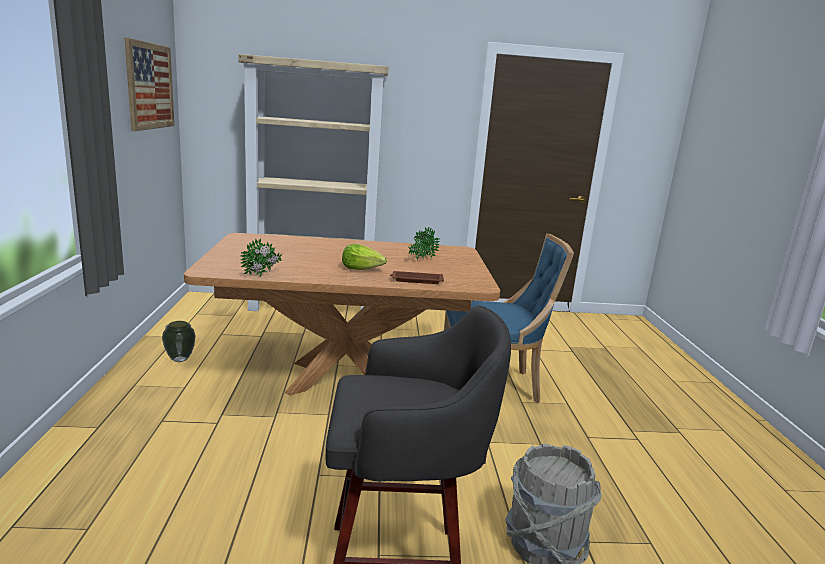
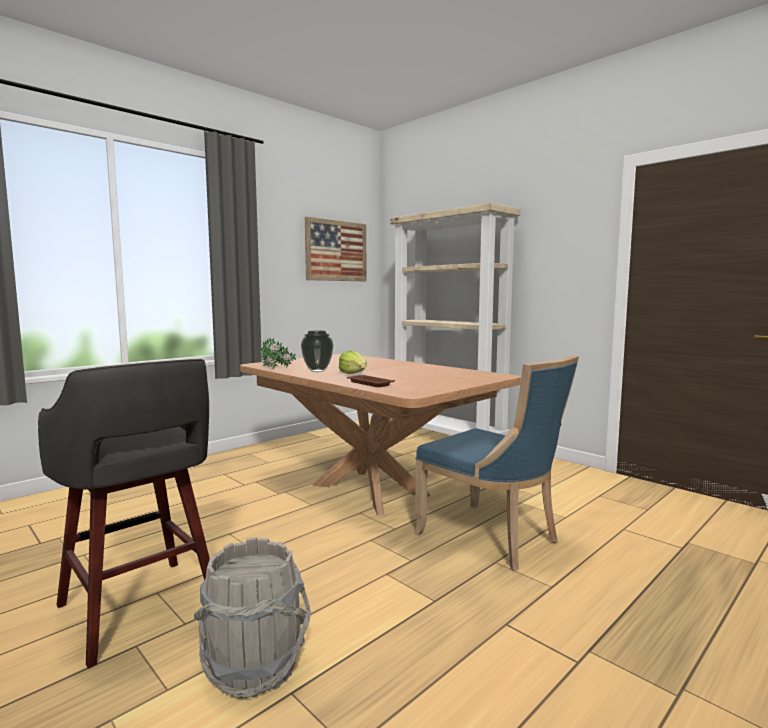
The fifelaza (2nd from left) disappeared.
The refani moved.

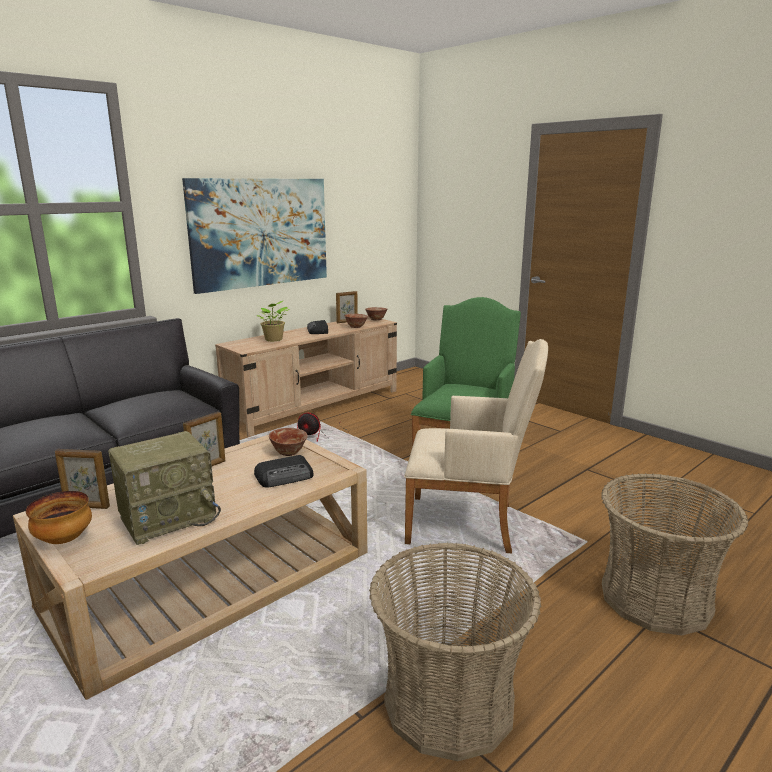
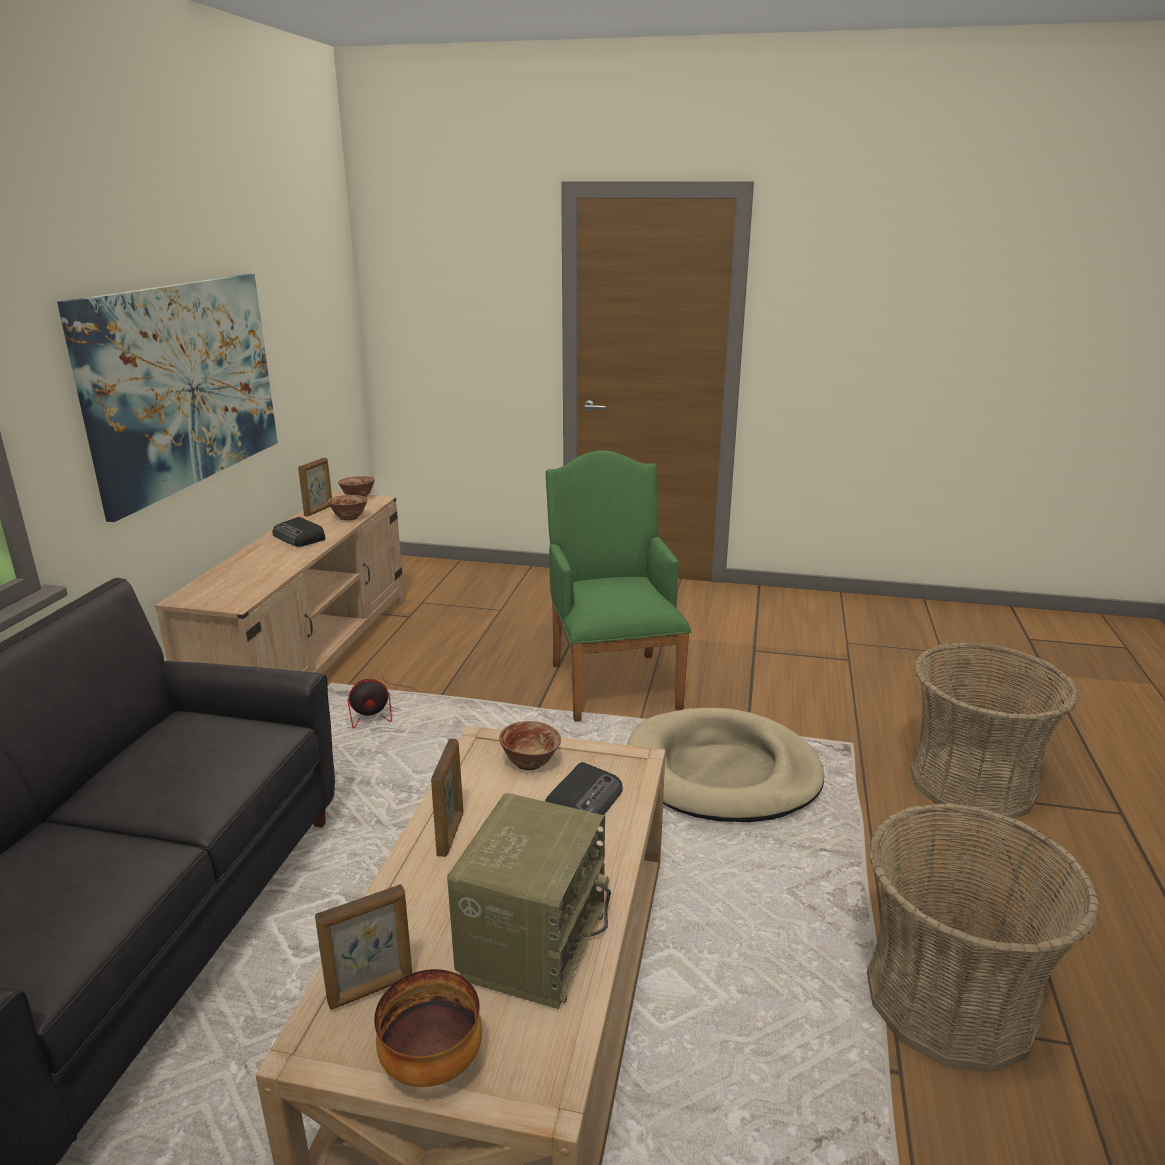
The fifelaza disappeared.
The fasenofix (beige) was replaced by the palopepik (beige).

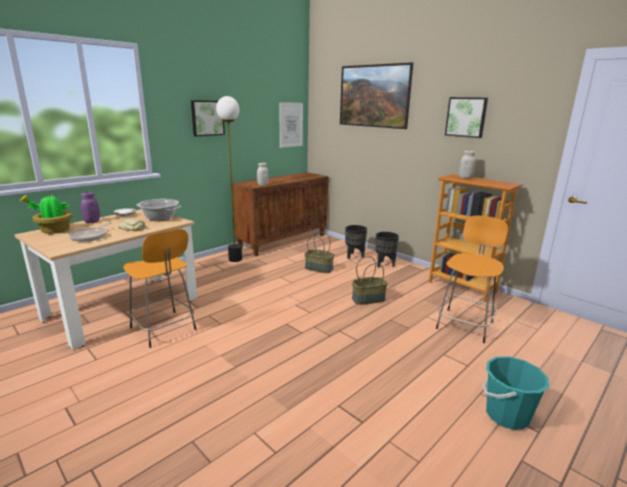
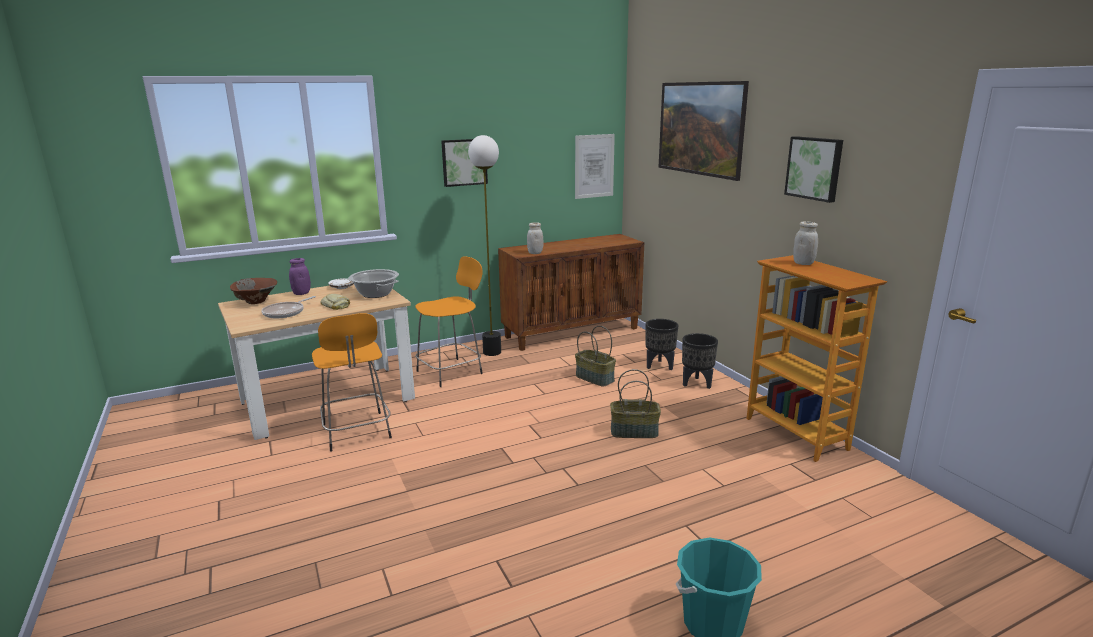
The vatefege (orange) (2nd from left) moved.
The fifelaza was replaced by the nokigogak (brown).

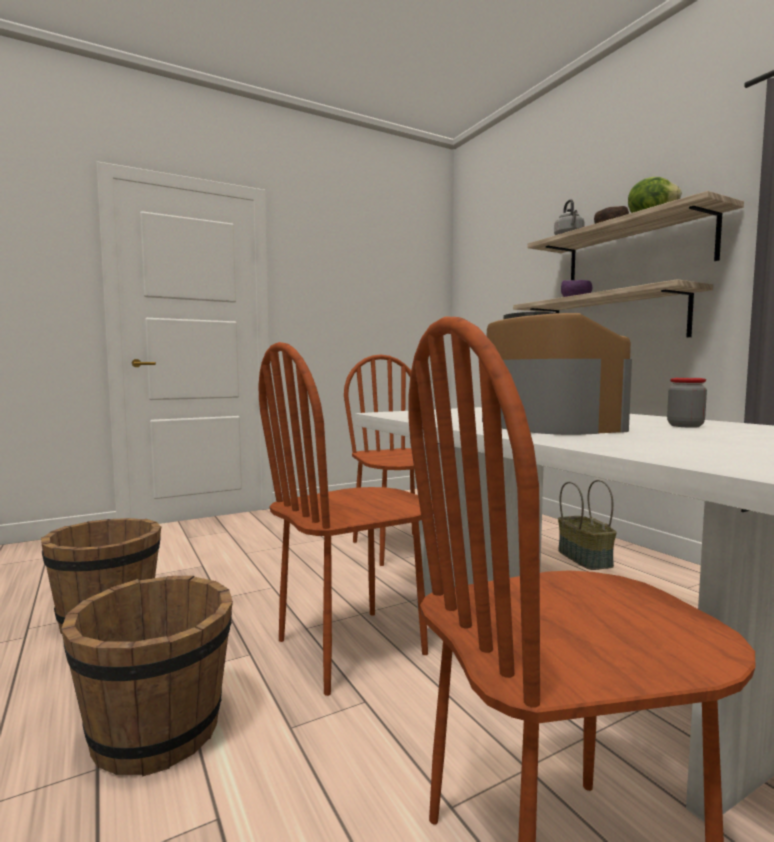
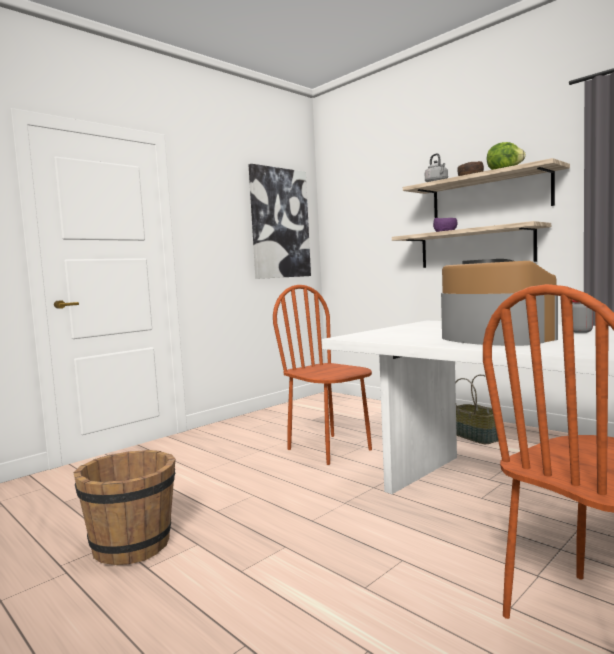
The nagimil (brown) (2nd from left) disappeared.
The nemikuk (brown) (1st from left) disappeared.
The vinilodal appeared.

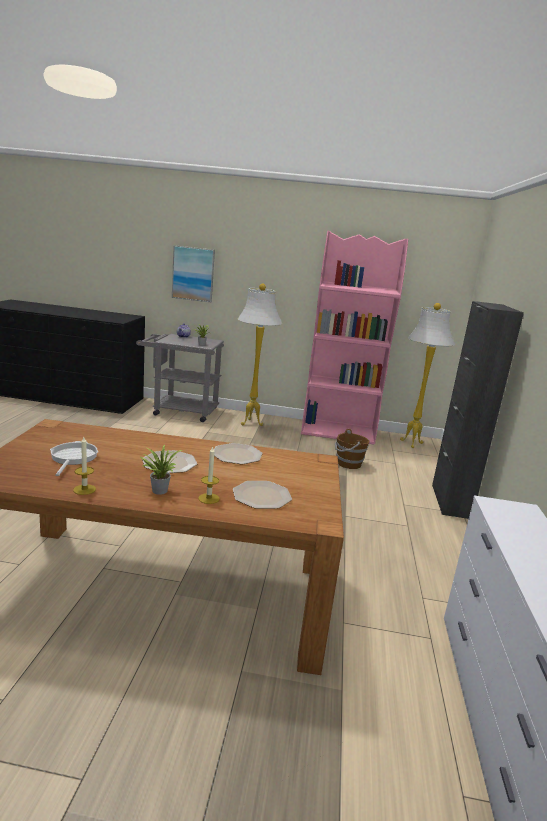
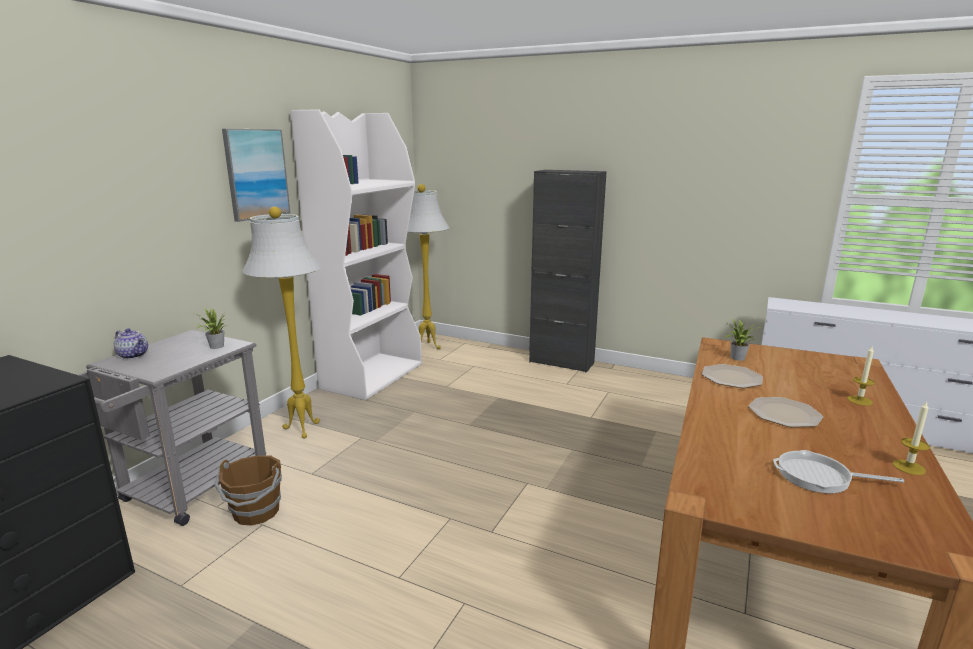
The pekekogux (3rd from left) disappeared.
The fifelaza (1st from left in the first image) moved.
The vinilodal moved.
The nagimil (brown) moved.
The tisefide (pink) became the tisefide (white).

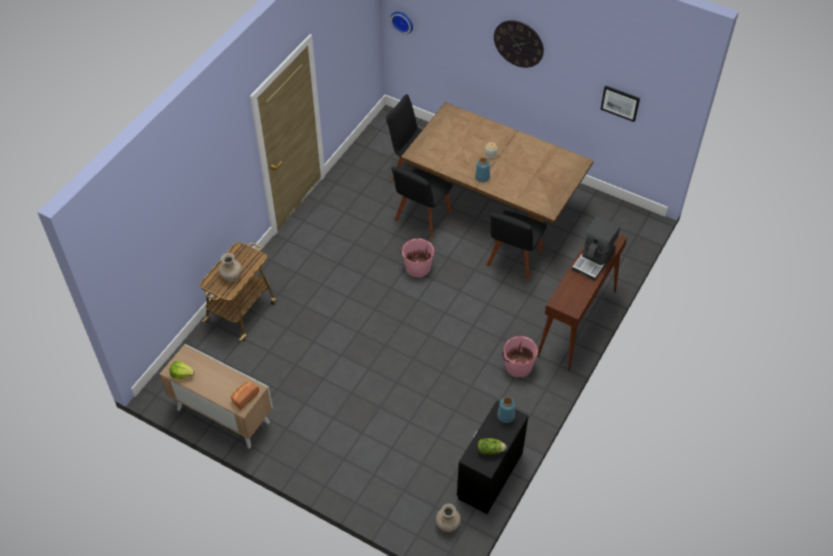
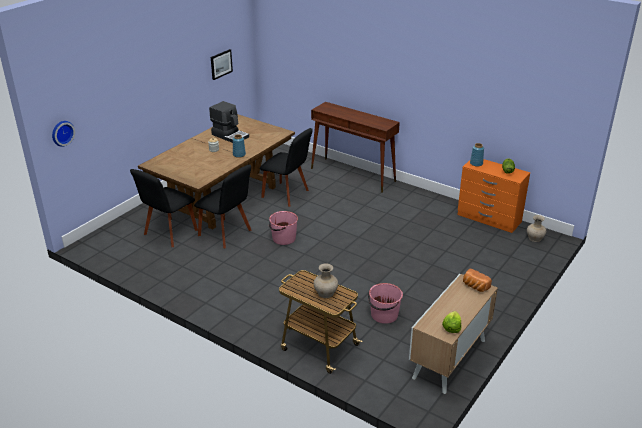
The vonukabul (2nd from left) disappeared.
The nagimil (pink) (2nd from left) moved.
The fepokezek moved.
The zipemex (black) became the zipemex (orange).

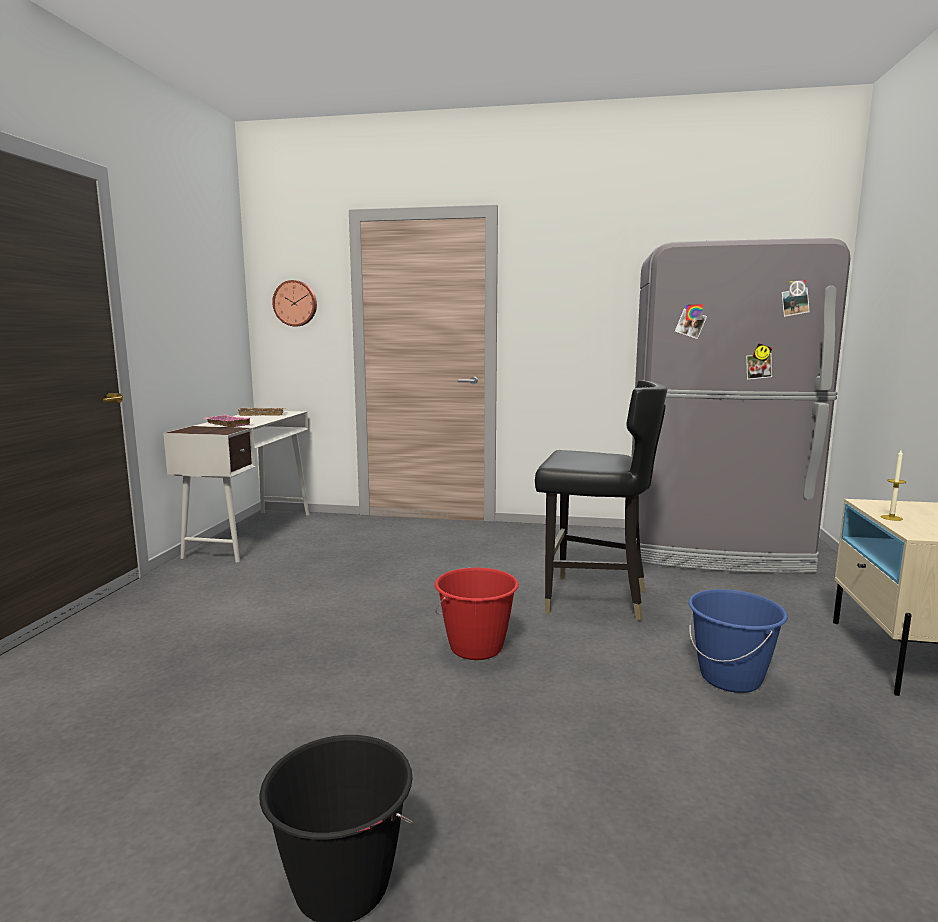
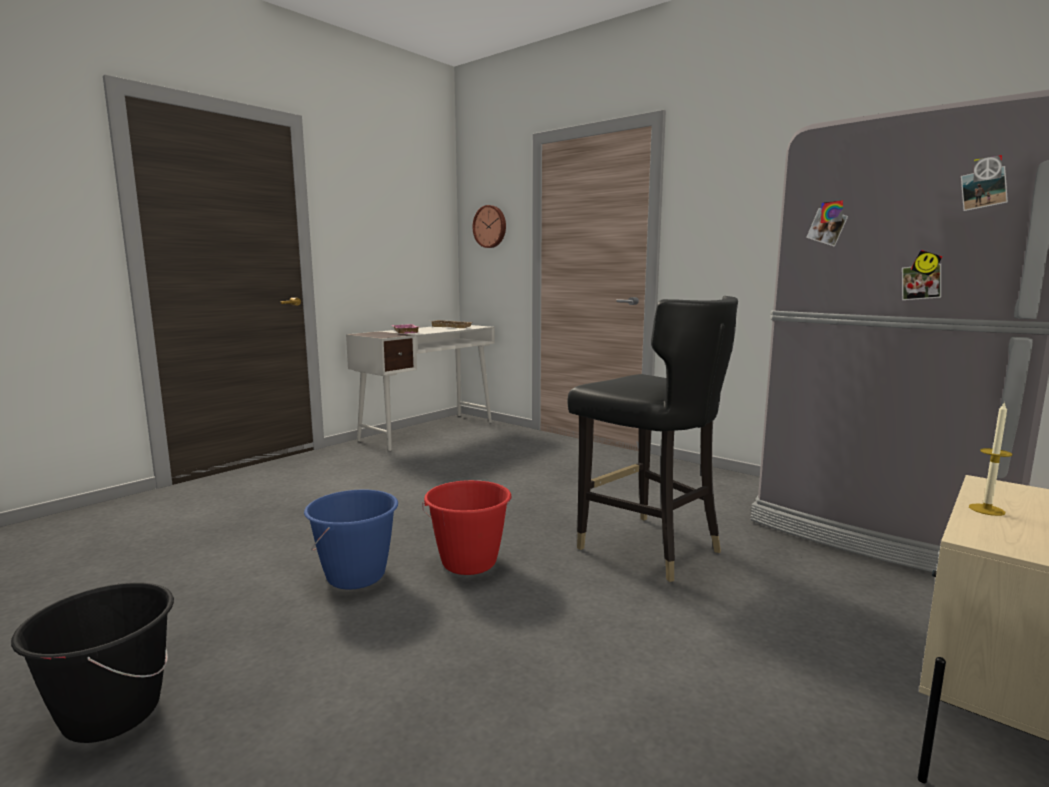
The nagimil (blue) moved.

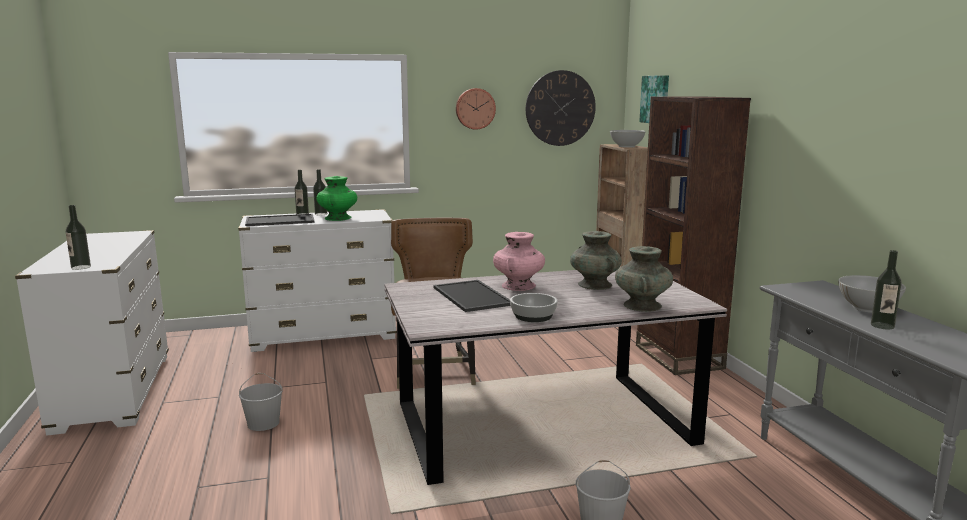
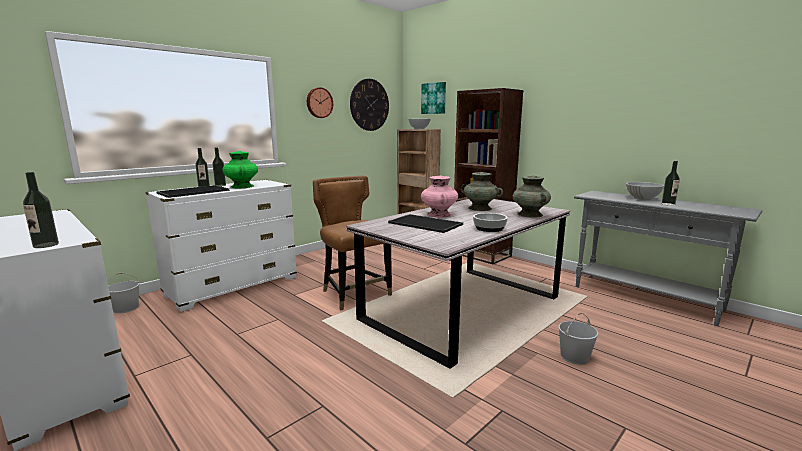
The nagimil (white) (1st from left) moved.

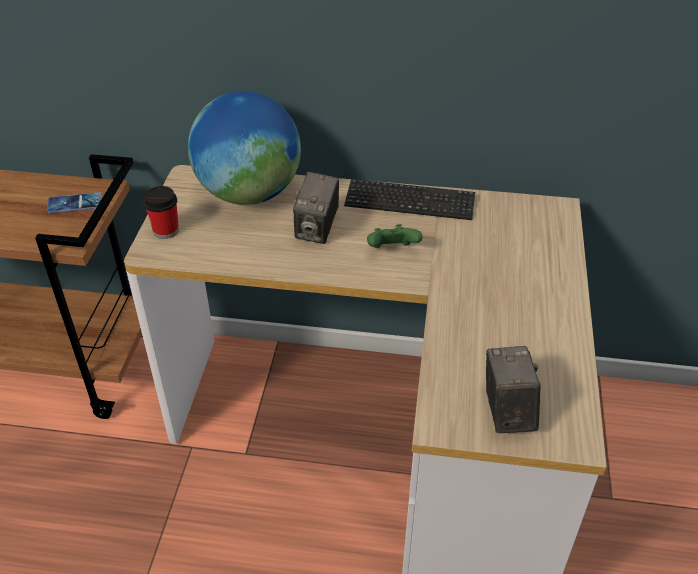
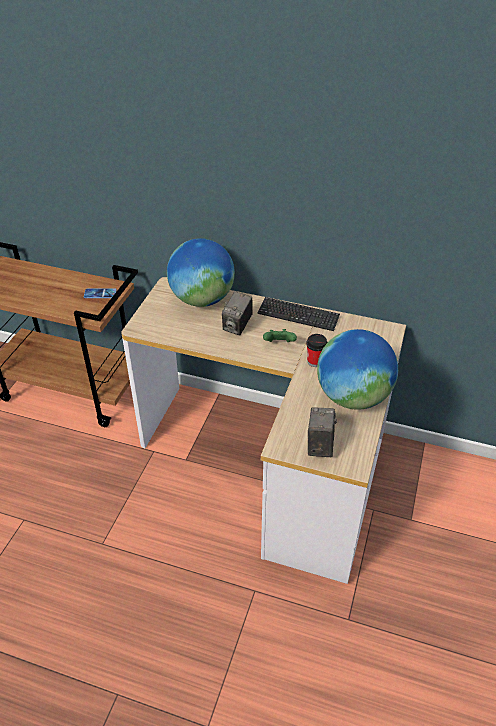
The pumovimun (2nd from left) appeared.
The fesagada moved.

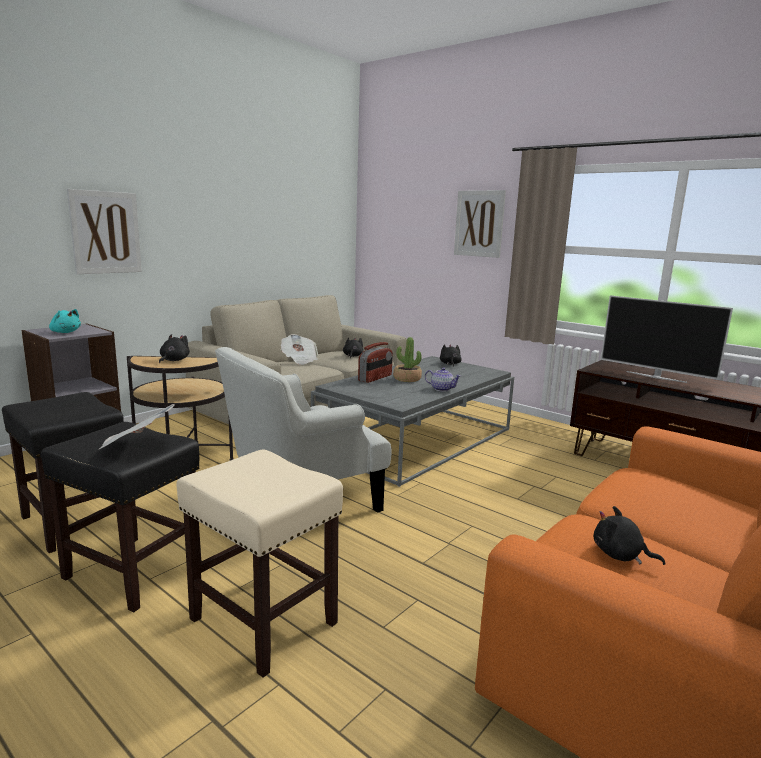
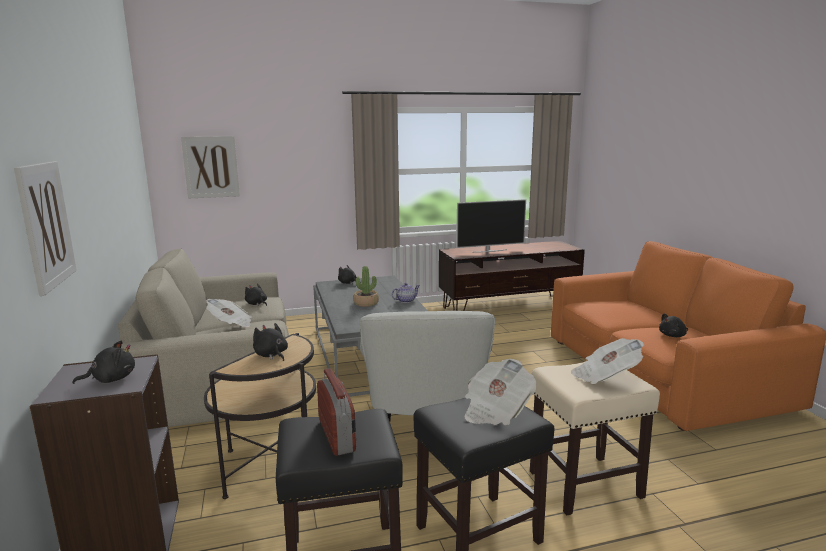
The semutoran (3rd from left) appeared.
The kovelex moved.
The vinilodal (2nd from left) moved.
The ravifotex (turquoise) became the ravifotex (black) (1st from left).

